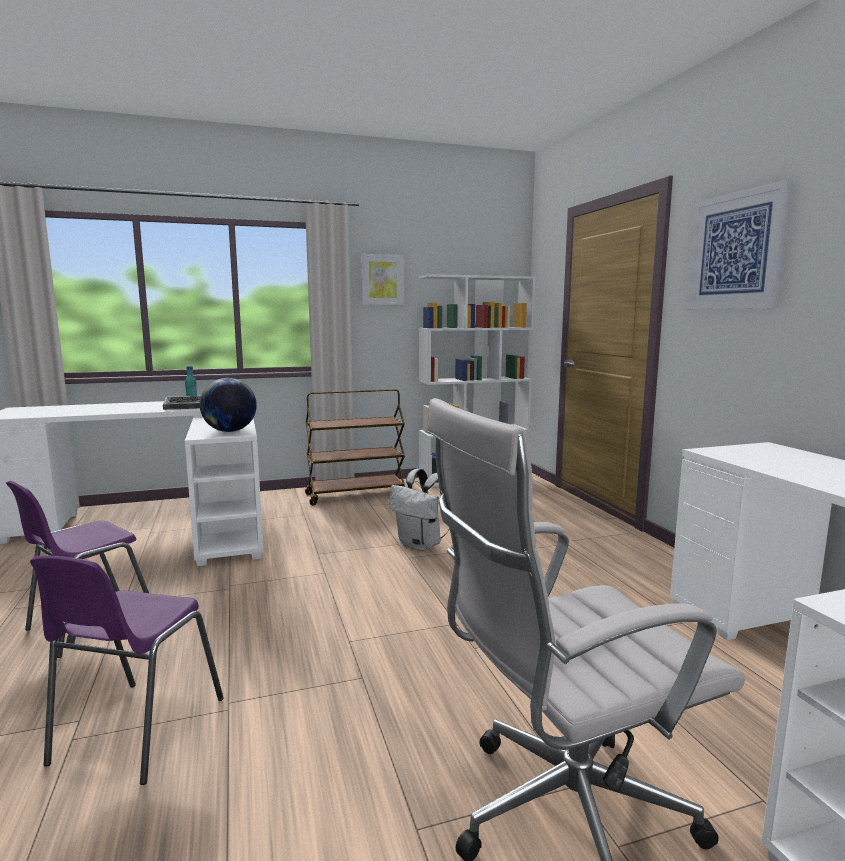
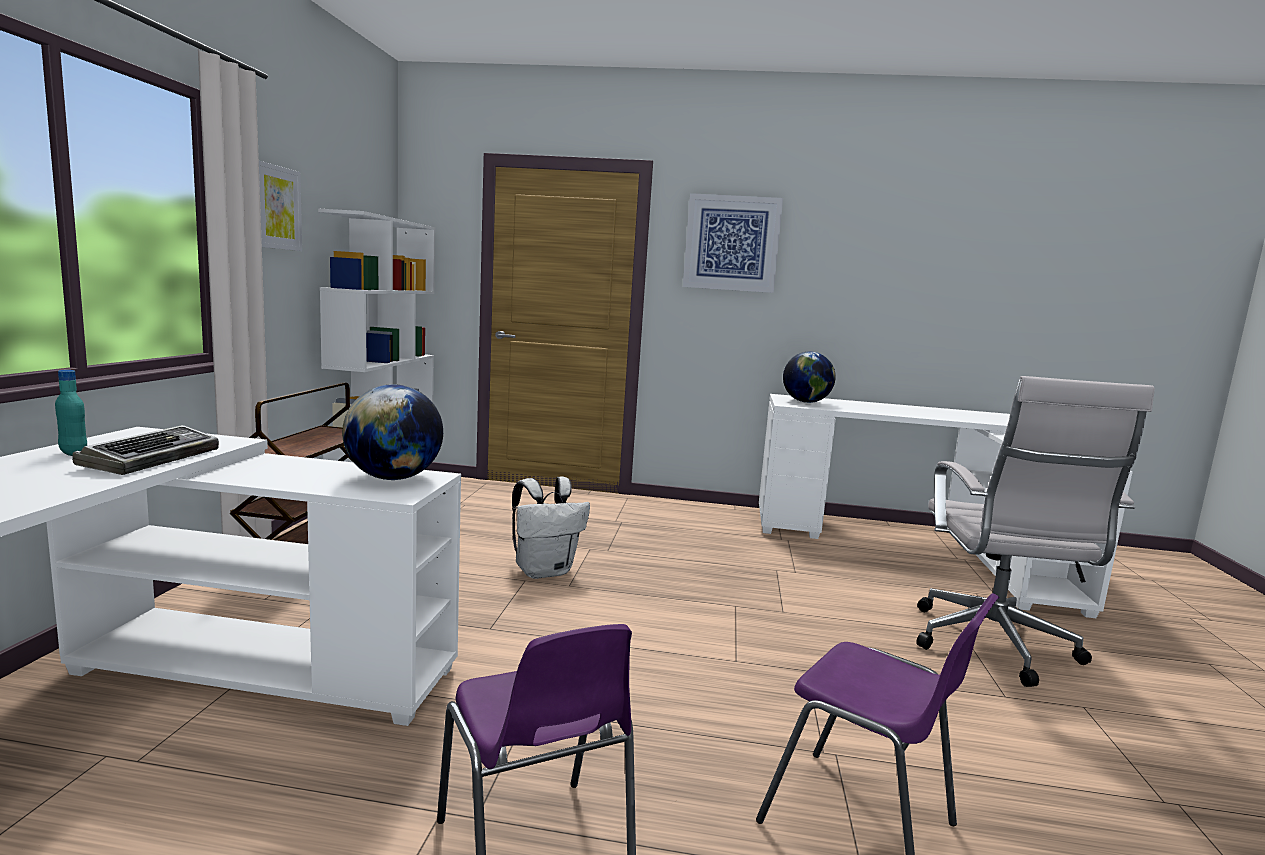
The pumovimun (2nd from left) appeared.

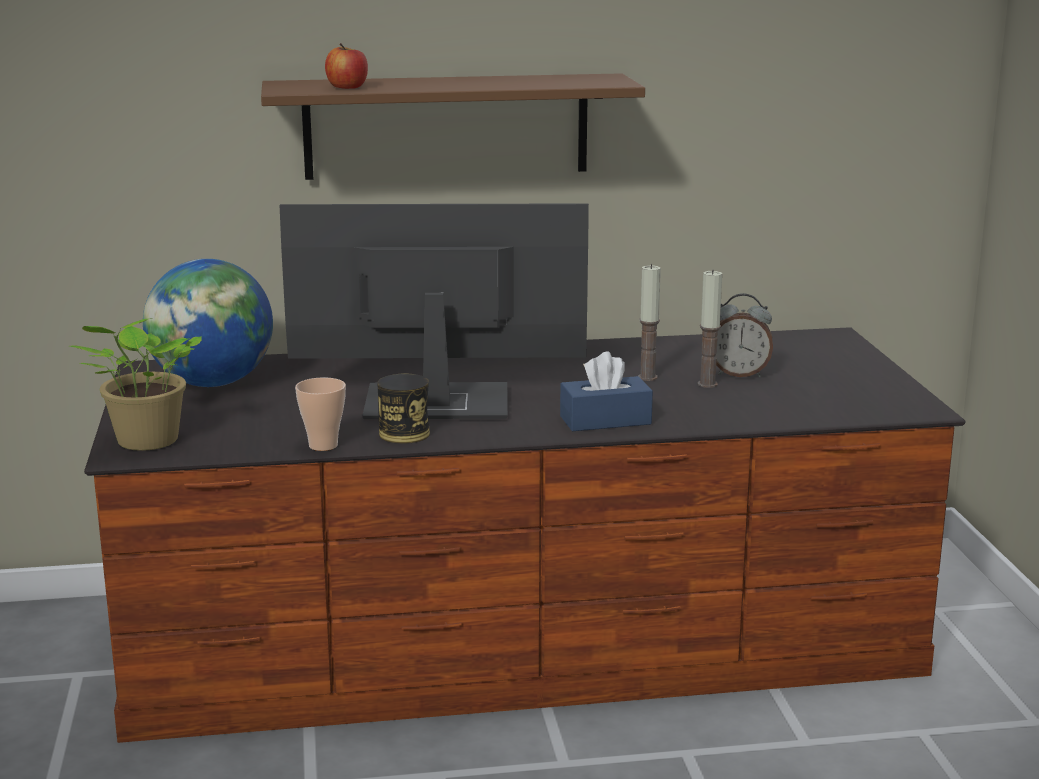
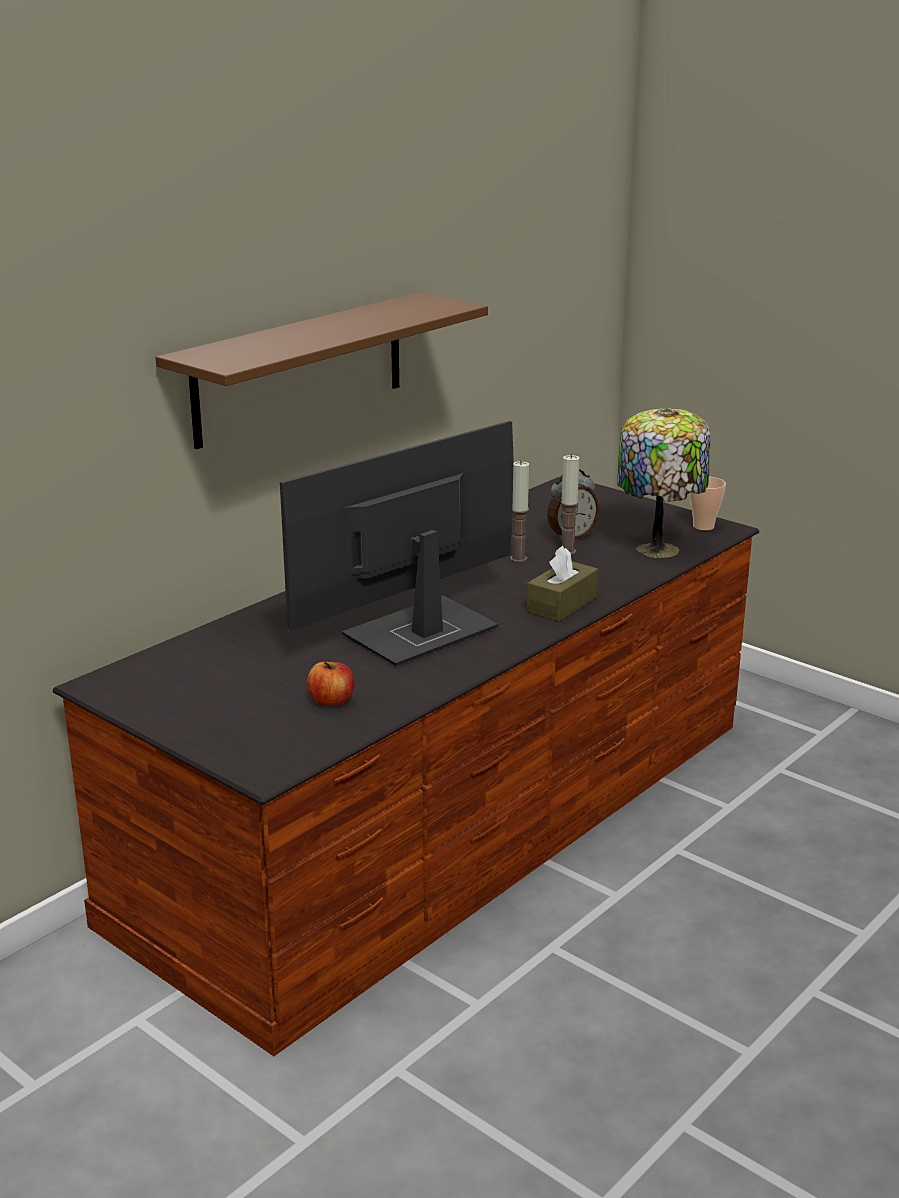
The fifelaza disappeared.
The pumovimun disappeared.
The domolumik disappeared.
The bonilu appeared.
The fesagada moved.
The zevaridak moved.
The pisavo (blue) became the pisavo (brown).

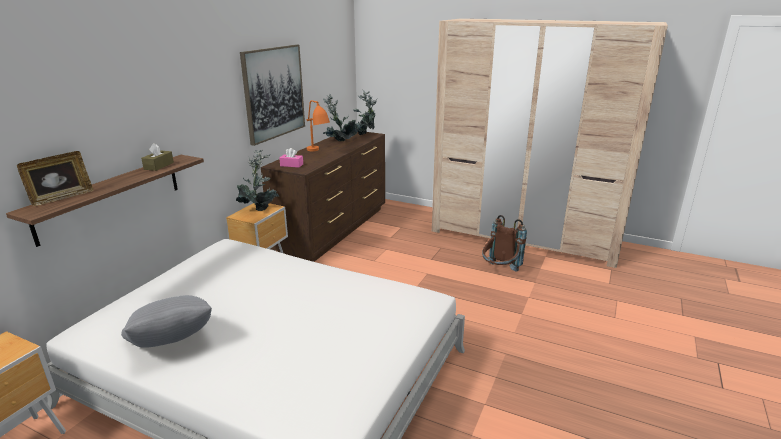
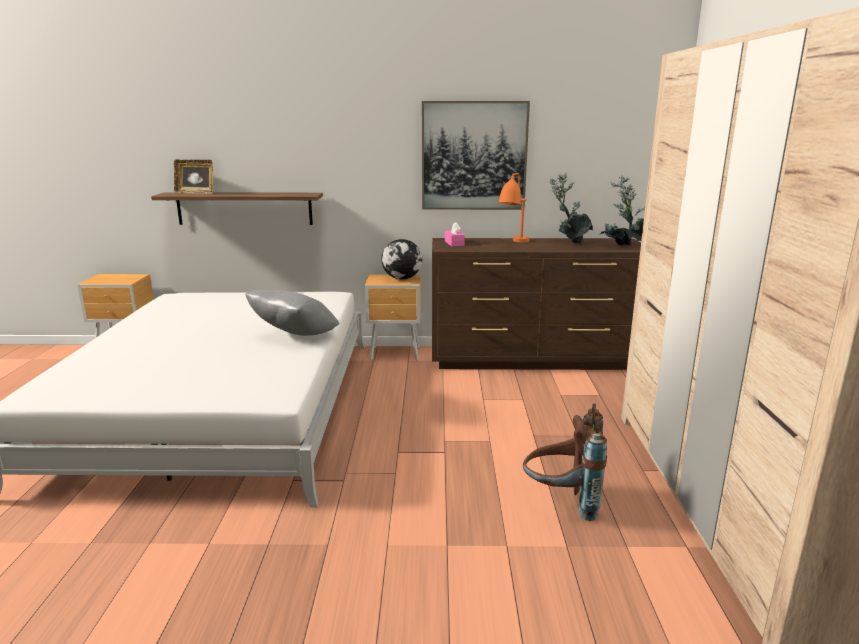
The pisavo (brown) disappeared.
The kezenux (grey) moved.
The fifelaza (1st from left) was replaced by the pumovimun.

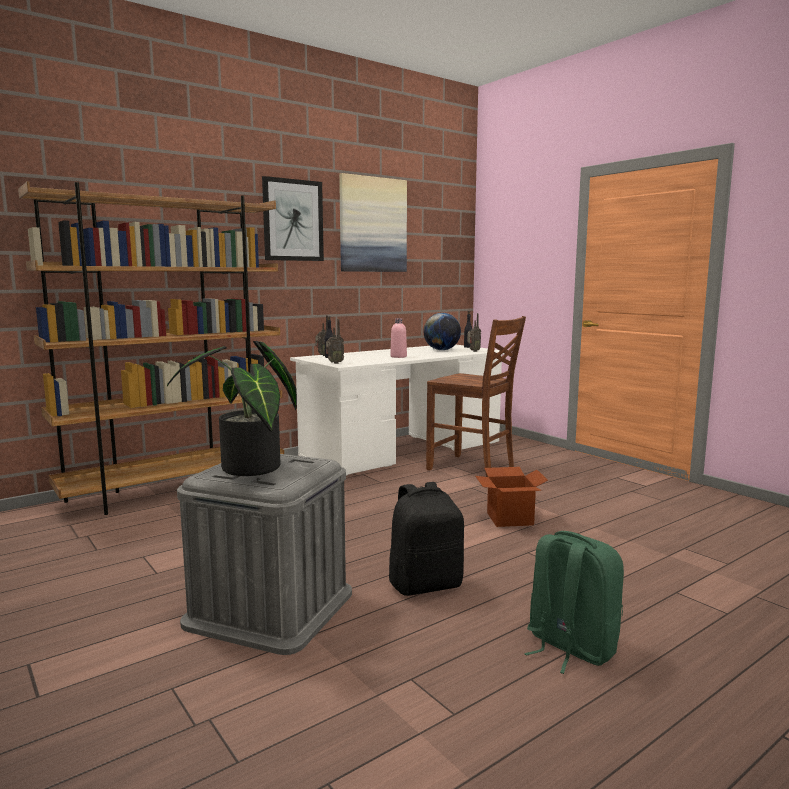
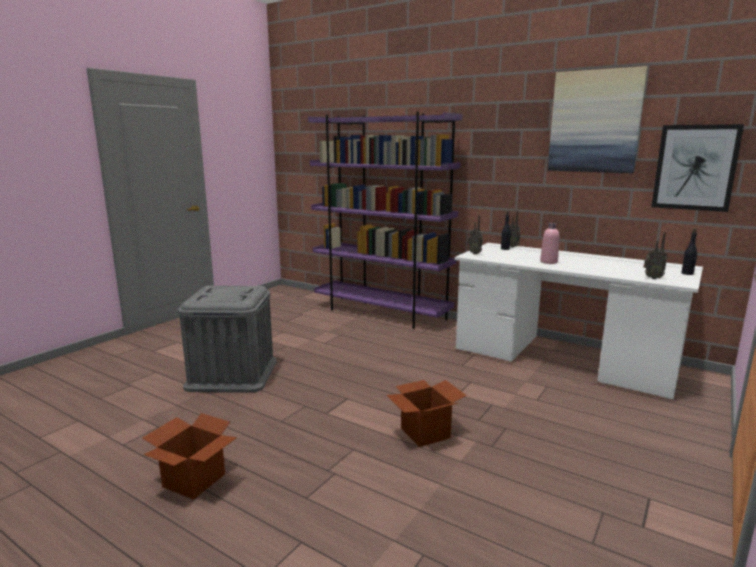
The fifelaza disappeared.
The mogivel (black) disappeared.
The pumovimun disappeared.
The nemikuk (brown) disappeared.
The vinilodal (1st from left in the first image) moved.
The mogivel (green) was replaced by the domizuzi (1st from left).
The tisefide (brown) became the tisefide (purple).

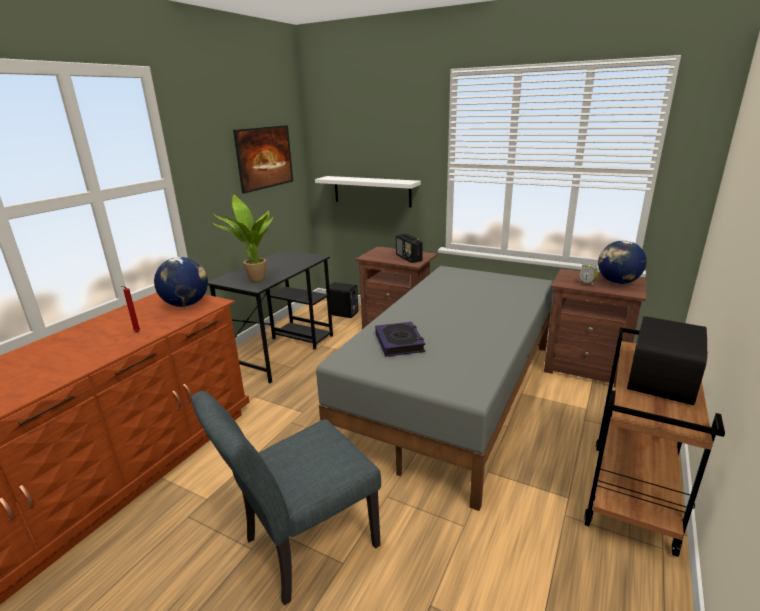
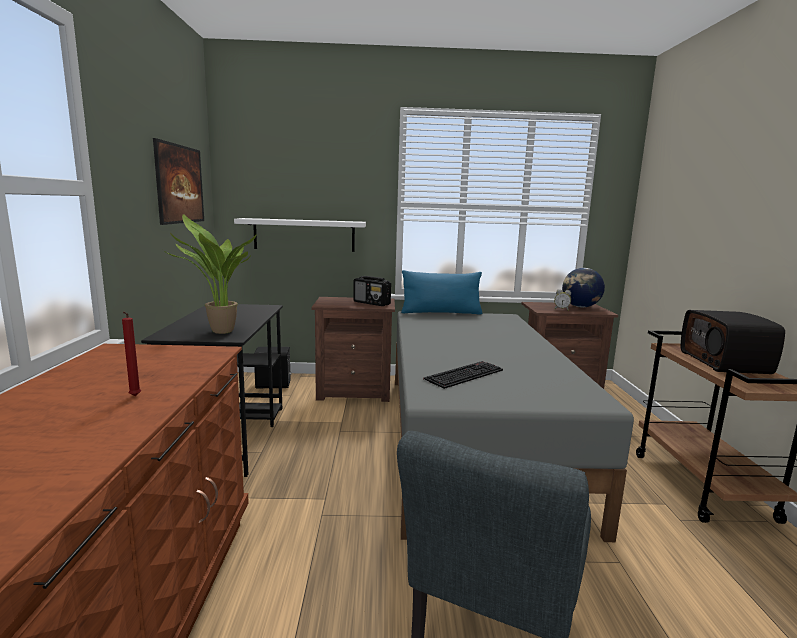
The pumovimun (1st from left) disappeared.
The kezenux (blue) appeared.
The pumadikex was replaced by the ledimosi.

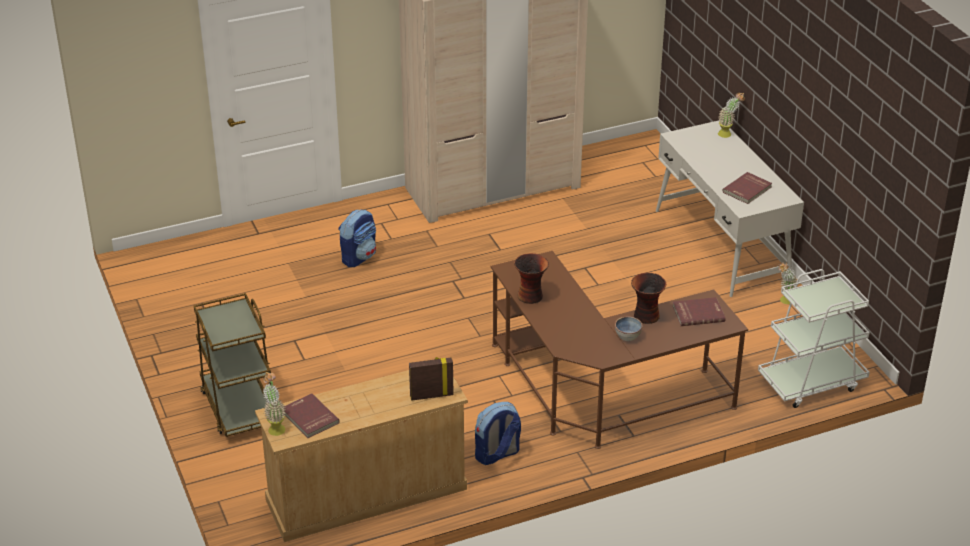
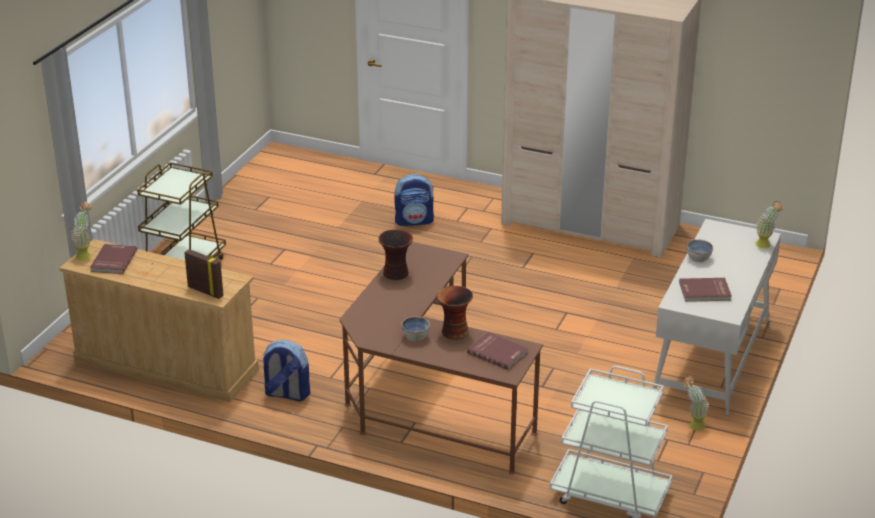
The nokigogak (2nd from left) appeared.

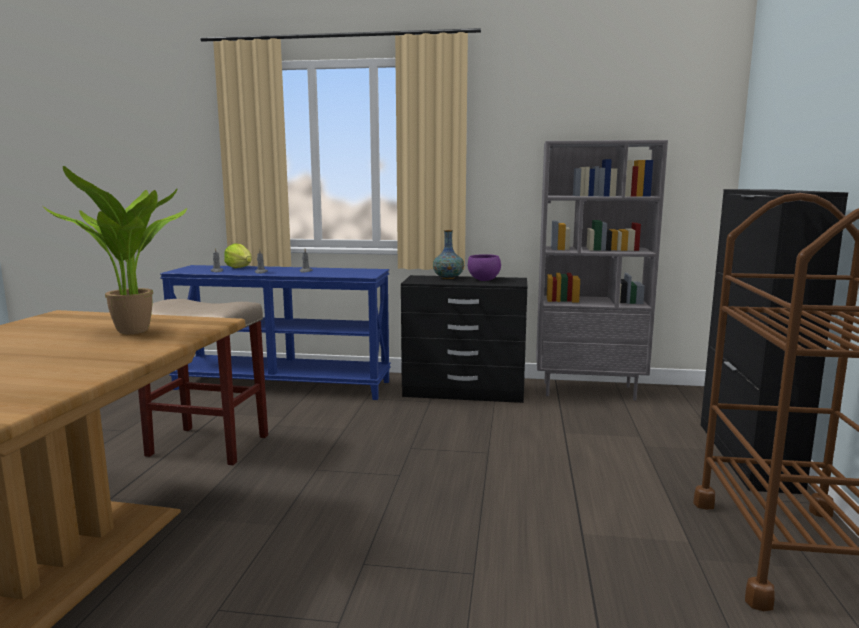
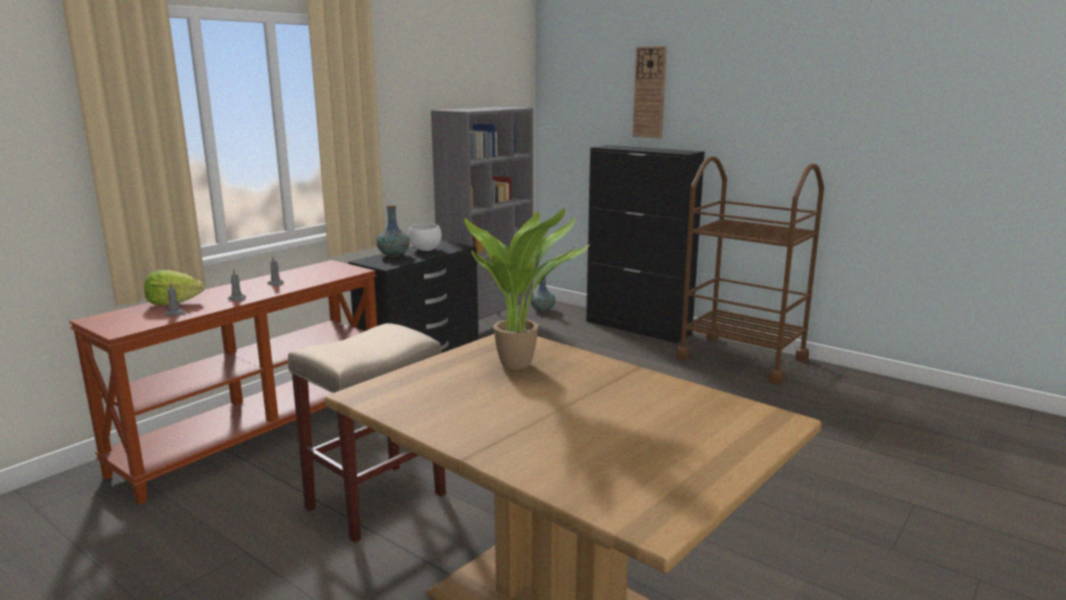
The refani (2nd from left) appeared.
The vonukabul appeared.
The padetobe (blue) became the padetobe (brown).
The nokigogak (purple) became the nokigogak (white).

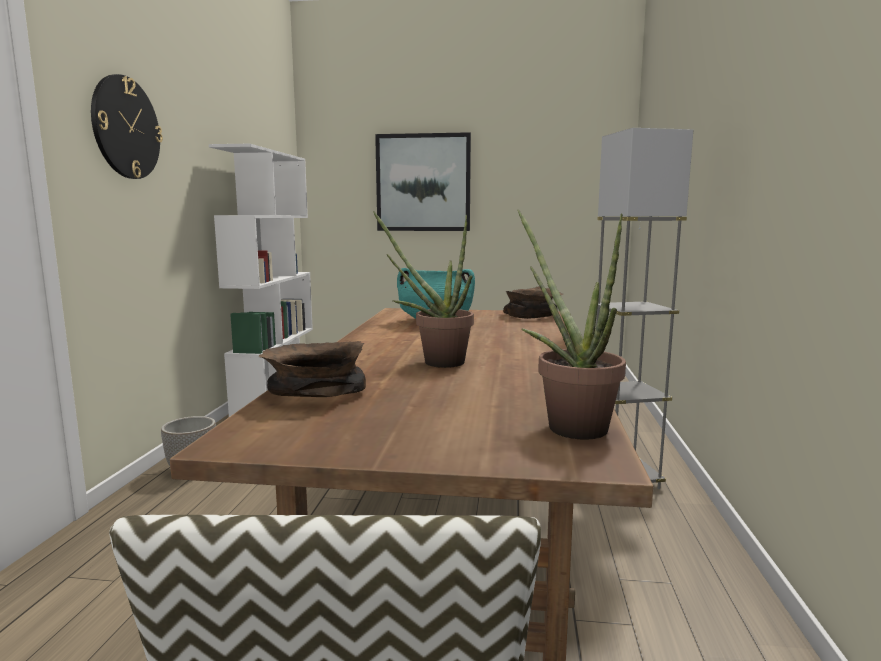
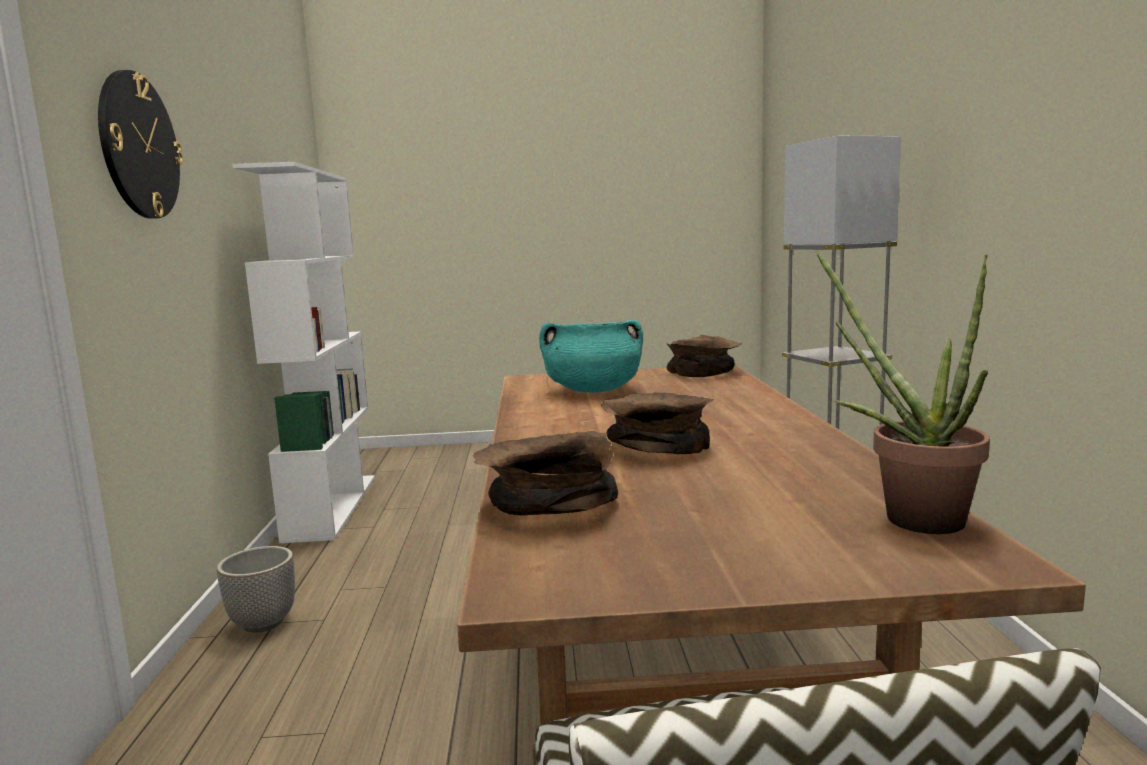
The vinilodal disappeared.
The fifelaza (1st from left) was replaced by the nokigogak (brown) (2nd from left).

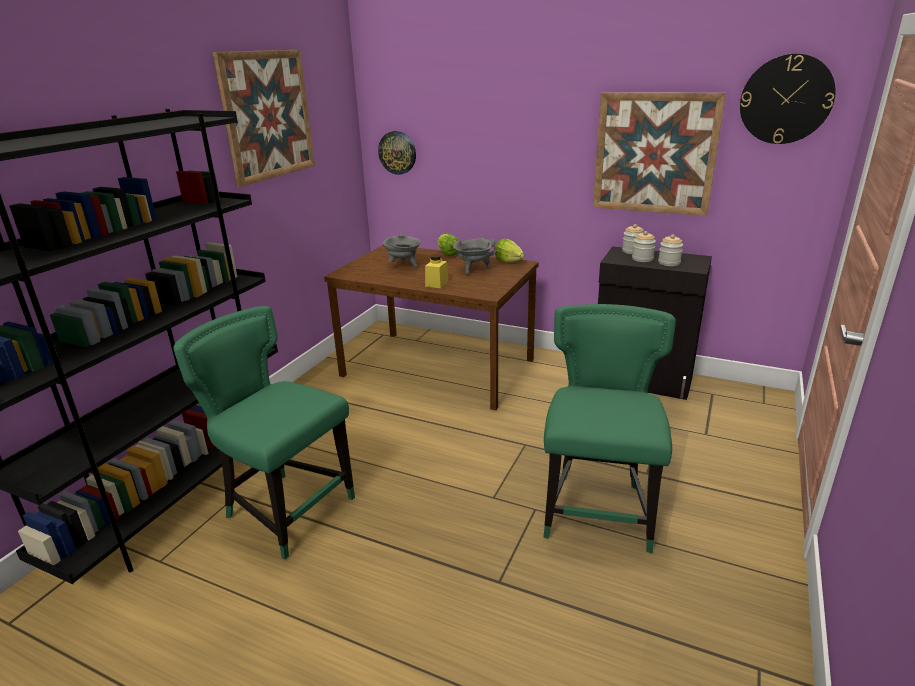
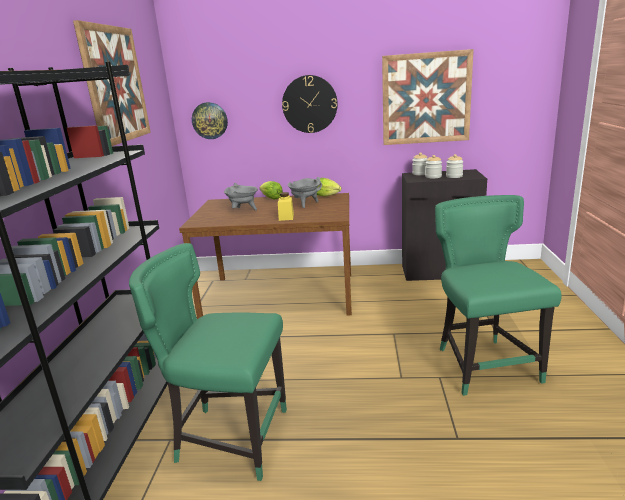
The vonukabul (2nd from left) moved.

